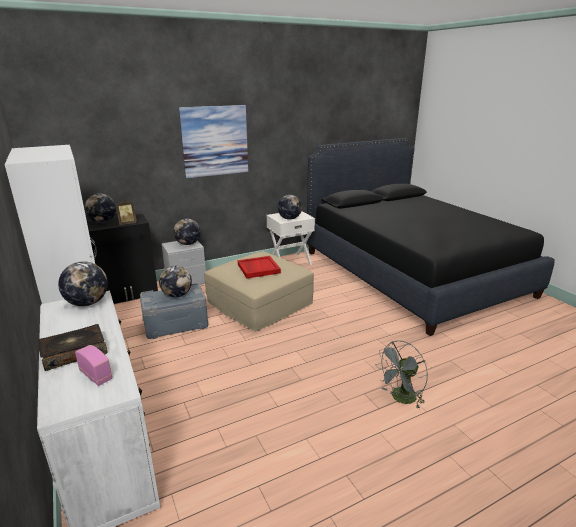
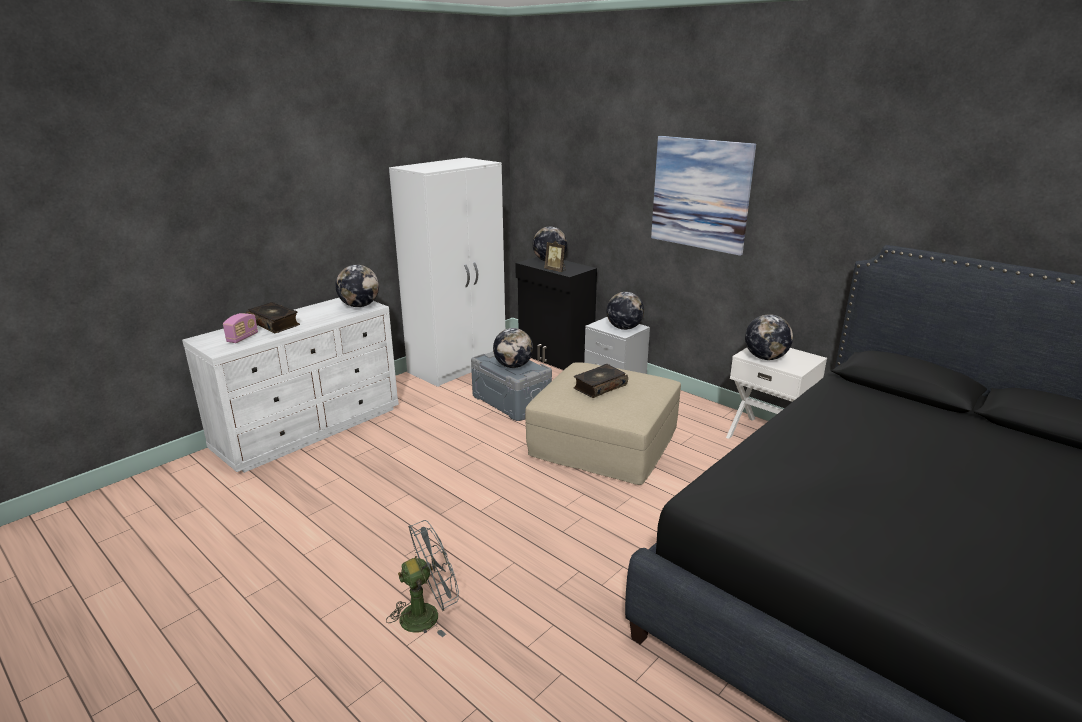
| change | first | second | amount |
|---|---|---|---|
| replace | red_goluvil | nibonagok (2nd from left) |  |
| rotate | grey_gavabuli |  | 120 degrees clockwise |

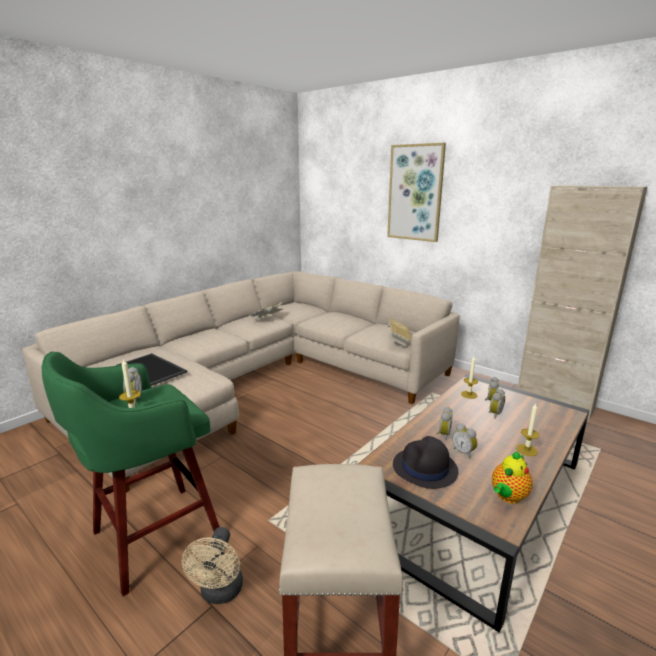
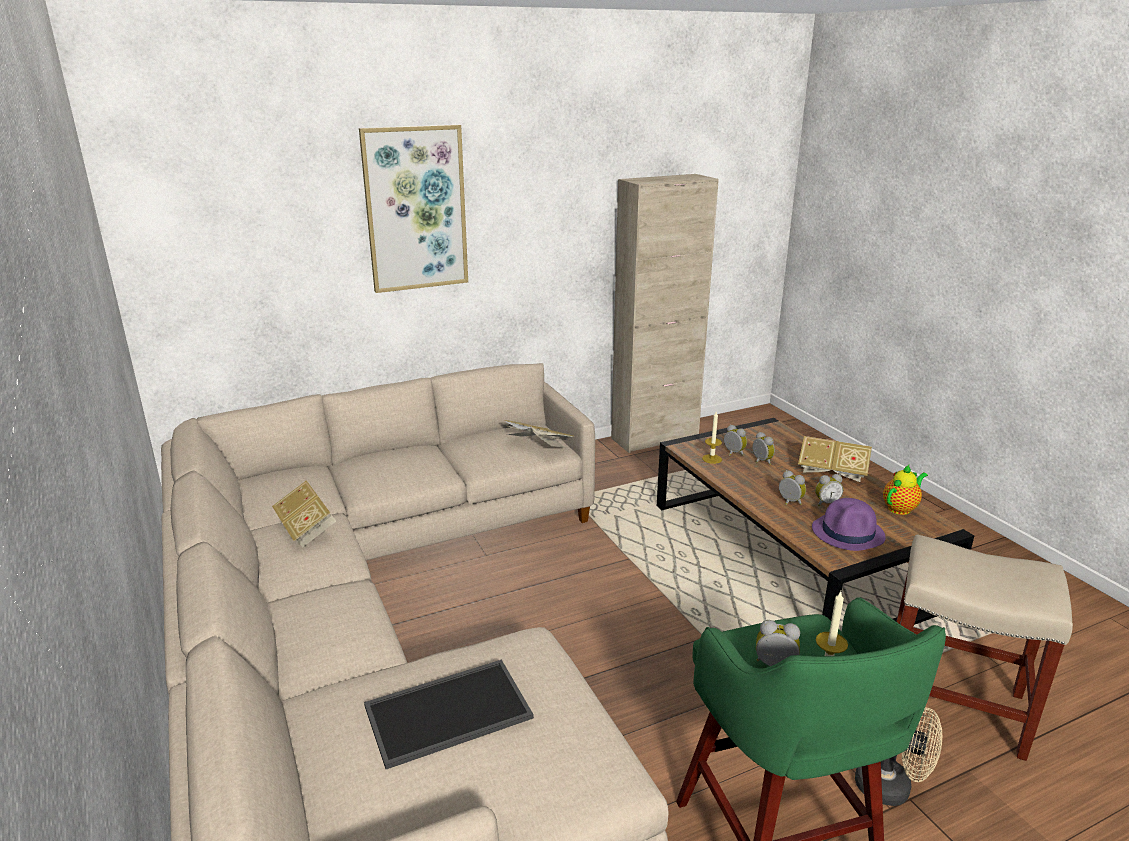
| change | first | second | amount |
|---|---|---|---|
| recolor | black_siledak | purple_siledak |  |
| rotate | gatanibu |  | 105 degrees counterclockwise |
| replace | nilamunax (3rd from left) | nibonagok (3rd from left) |  |

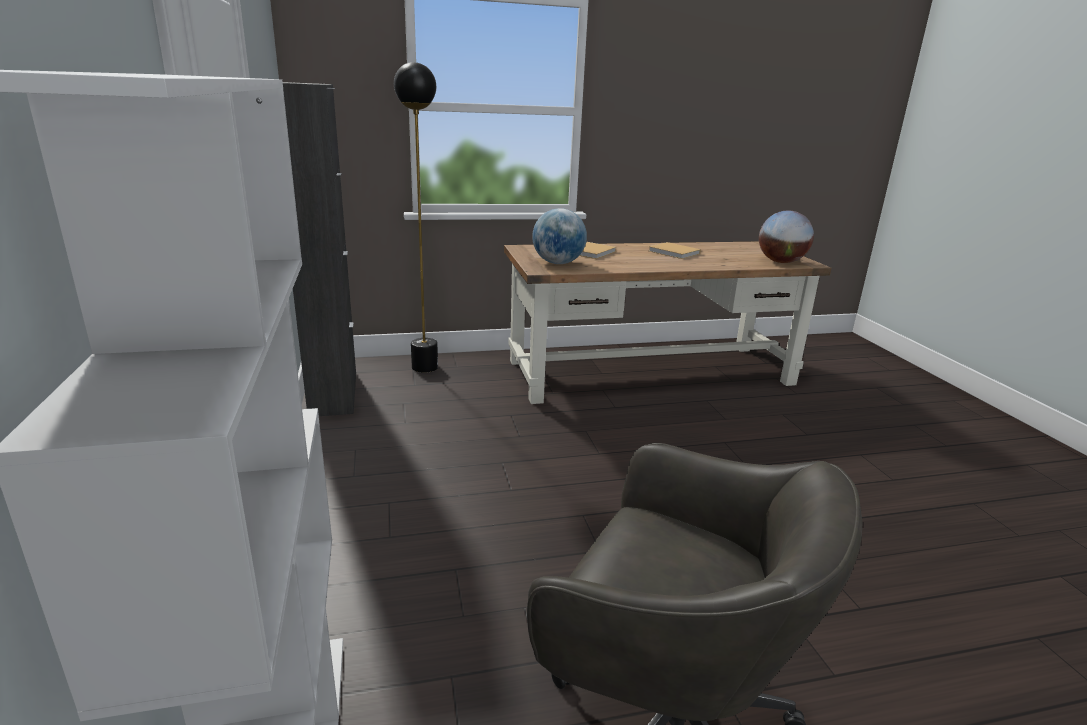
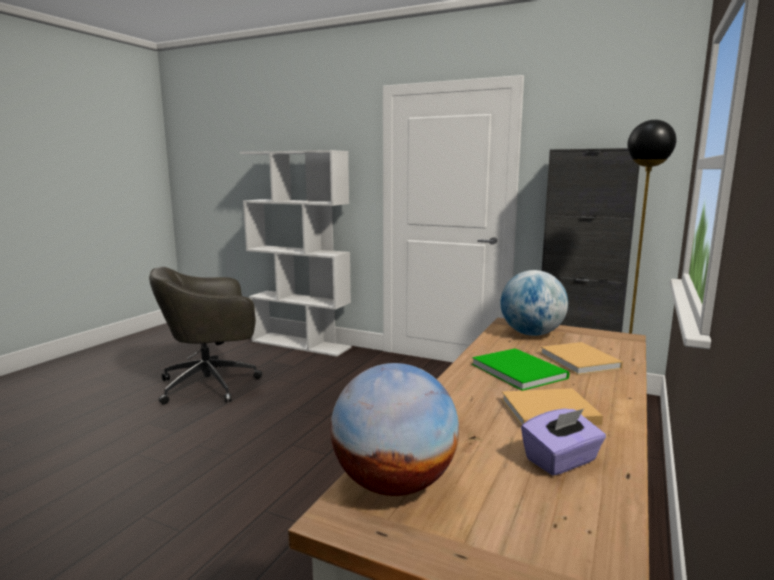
| change | first | second | amount |
|---|---|---|---|
| insert |  | green_nibonagok |  |
| insert |  | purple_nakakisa |  |

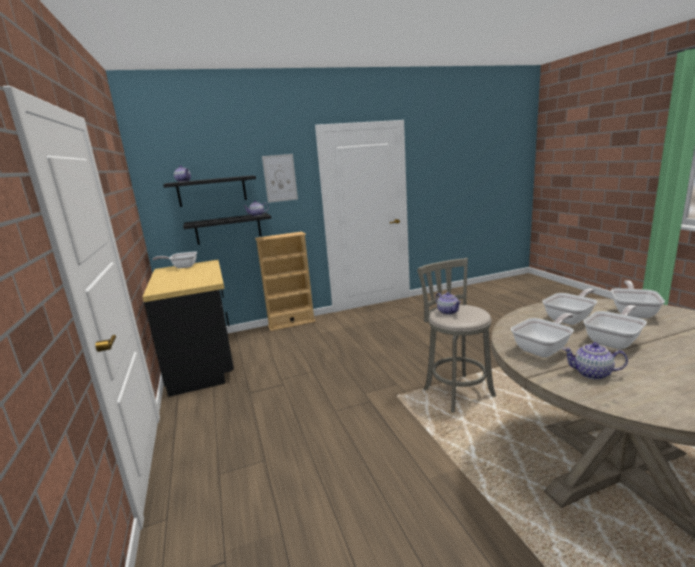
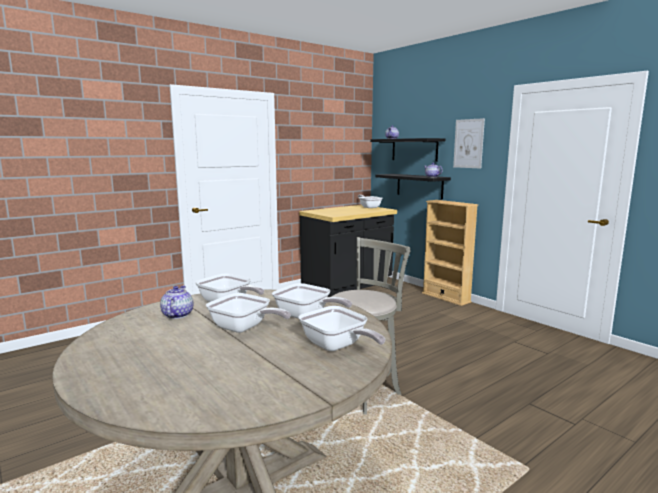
| change | first | second | amount |
|---|---|---|---|
| delete | gatanibu (3rd from left) |  |  |
| rotate | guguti (5th from left in the first image) | guguti (4th from left) | 45 degrees clockwise |

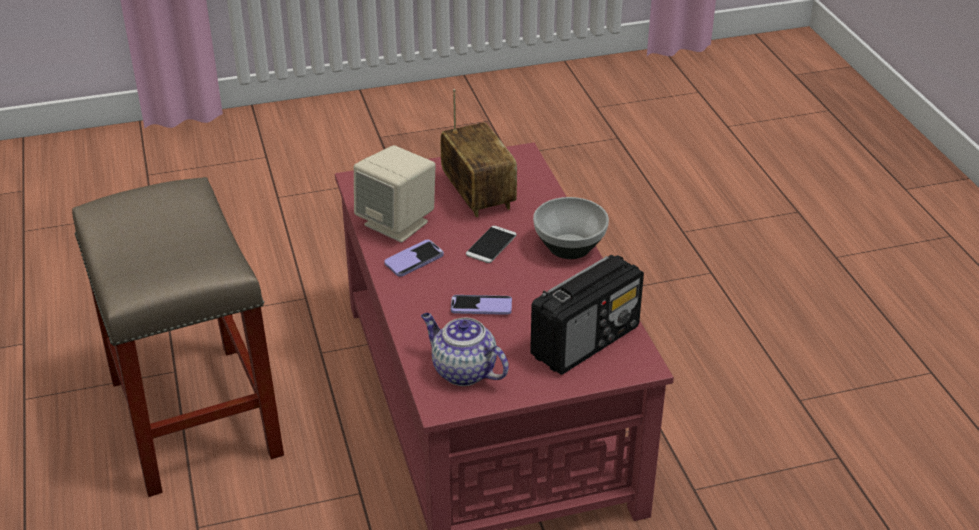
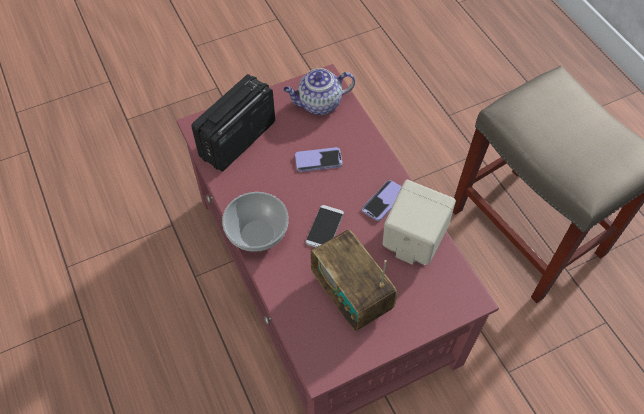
| change | first | second | amount |
|---|---|---|---|
| rotate | gatanibu |  | 135 degrees clockwise |

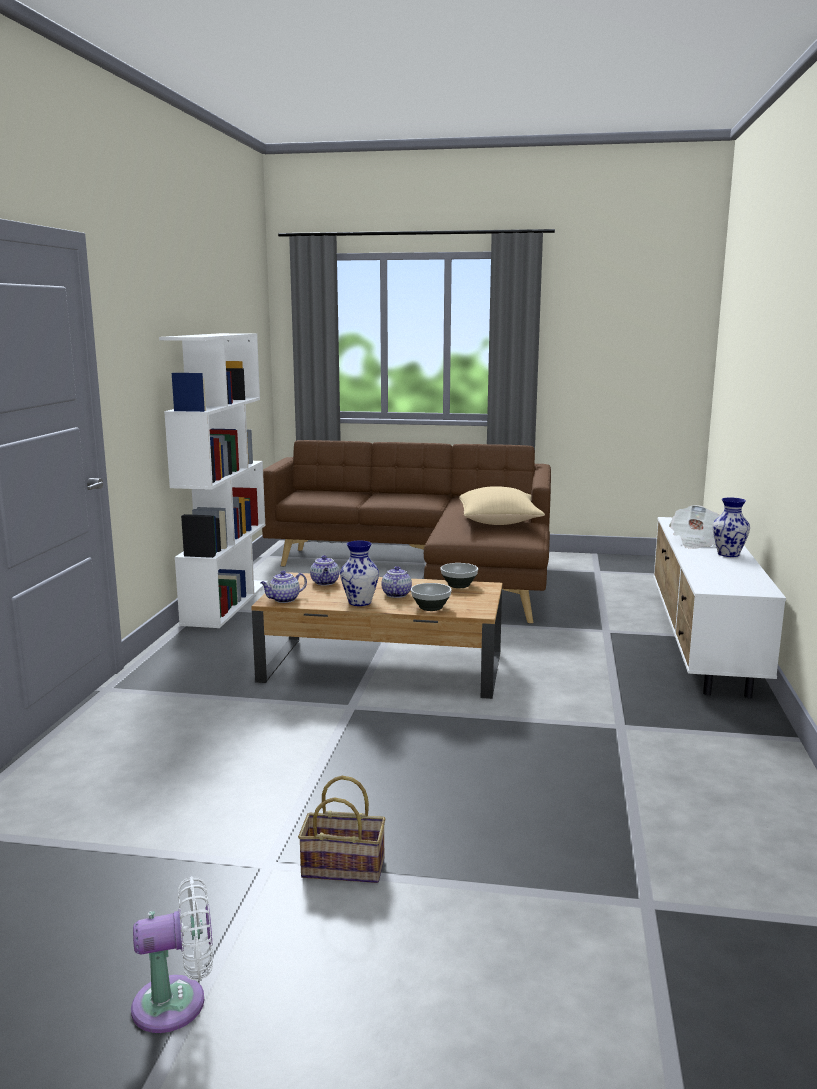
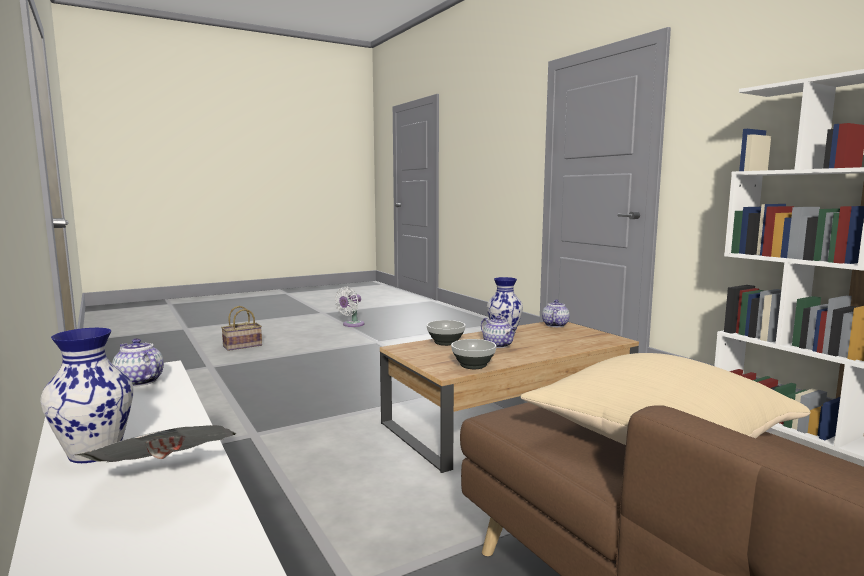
| change | first | second | amount |
|---|---|---|---|
| move | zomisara |  |  |
| move | gatanibu (2nd from left in the first image) | gatanibu (1st from left) |  |

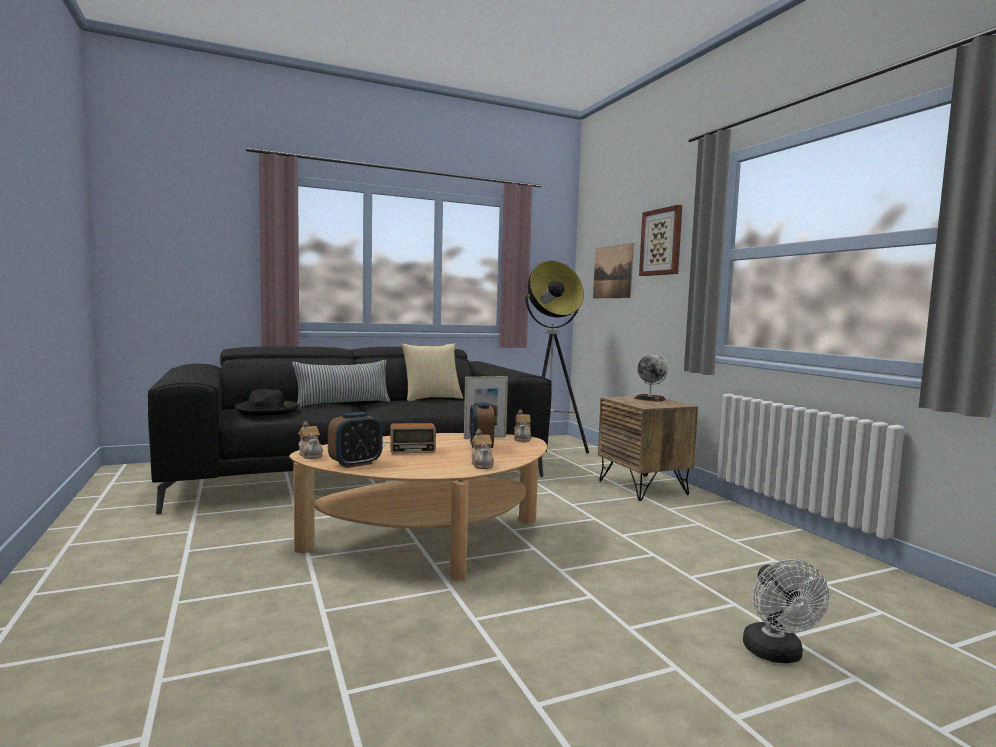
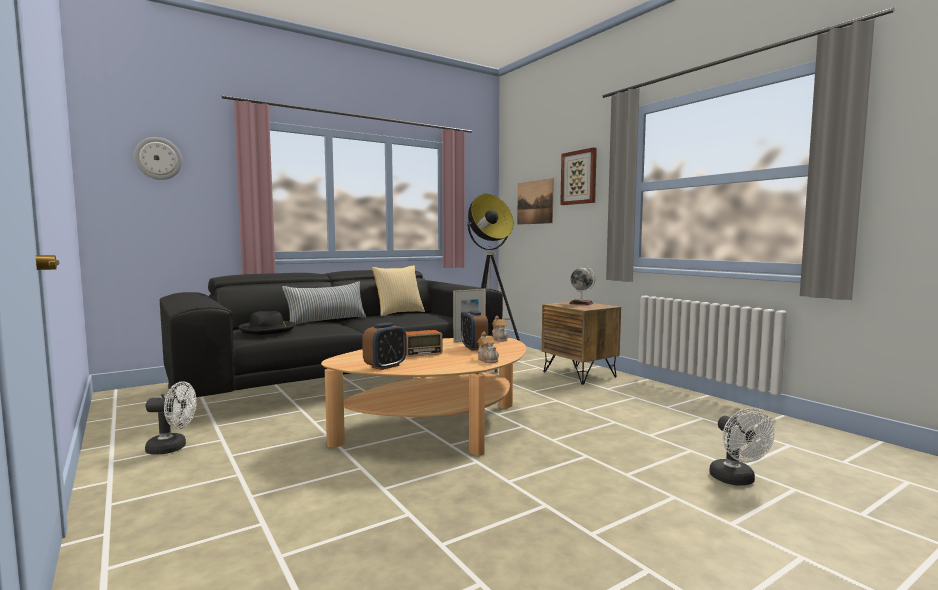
| change | first | second | amount |
|---|---|---|---|
| delete | gatanibu (1st from left) |  |  |
| insert |  | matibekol |  |
| insert |  | white_gavabuli (1st from left) |  |

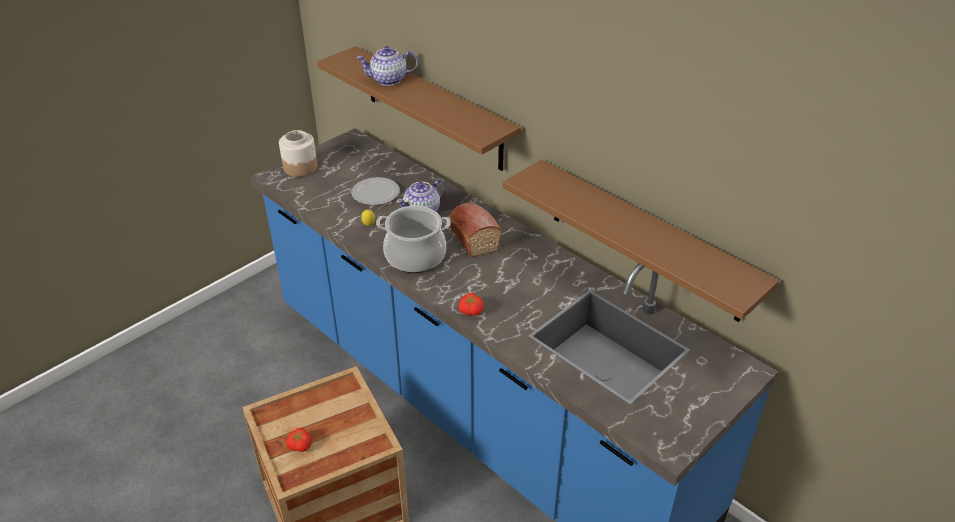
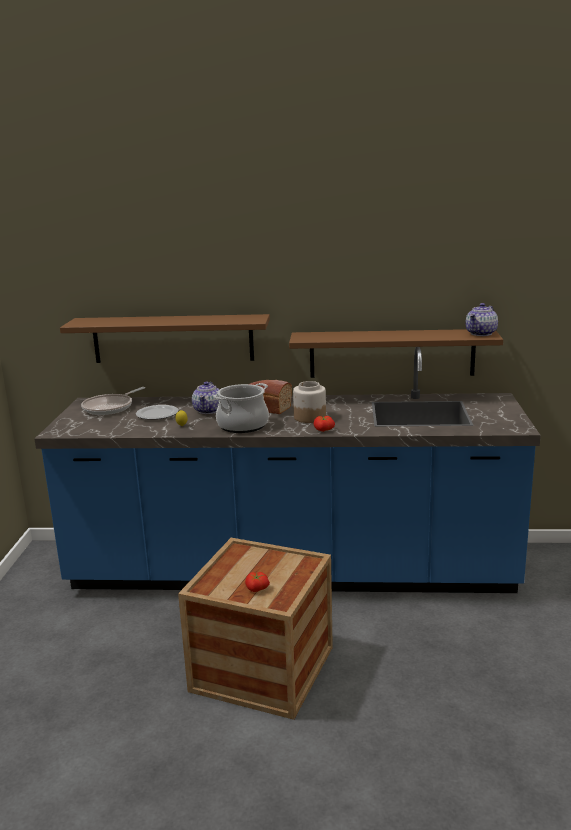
| change | first | second | amount |
|---|---|---|---|
| move | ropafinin |  |  |
| move | gatanibu (1st from left in the first image) | gatanibu (2nd from left) |  |
| insert |  | guguti |  |

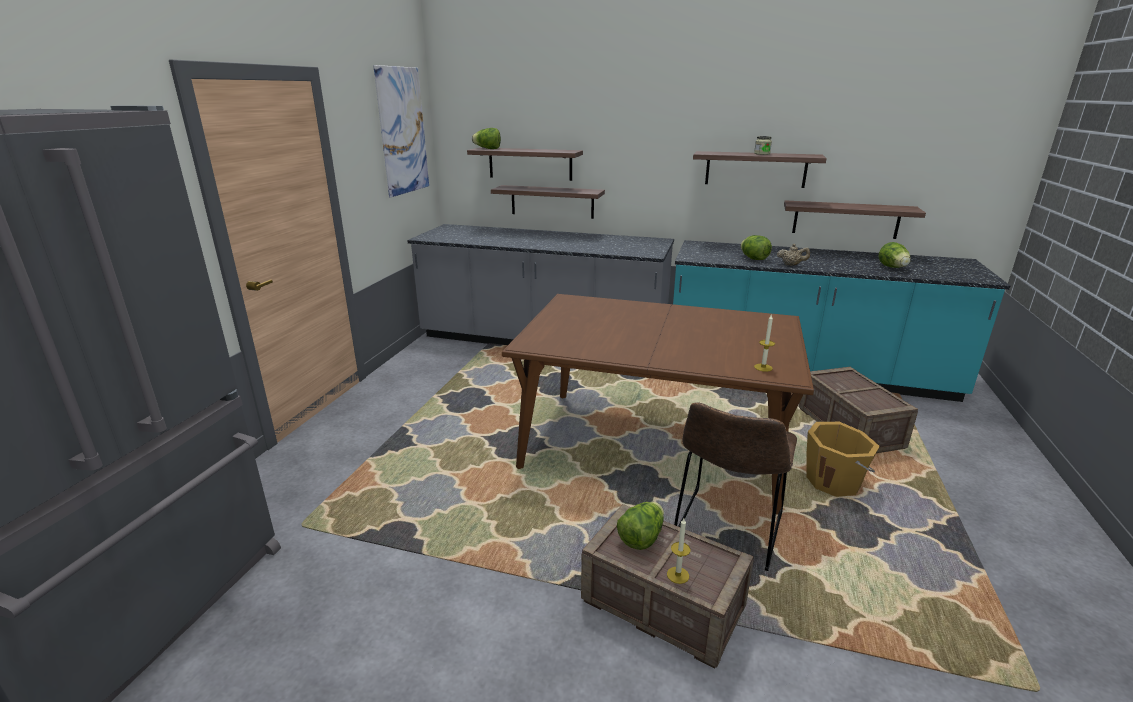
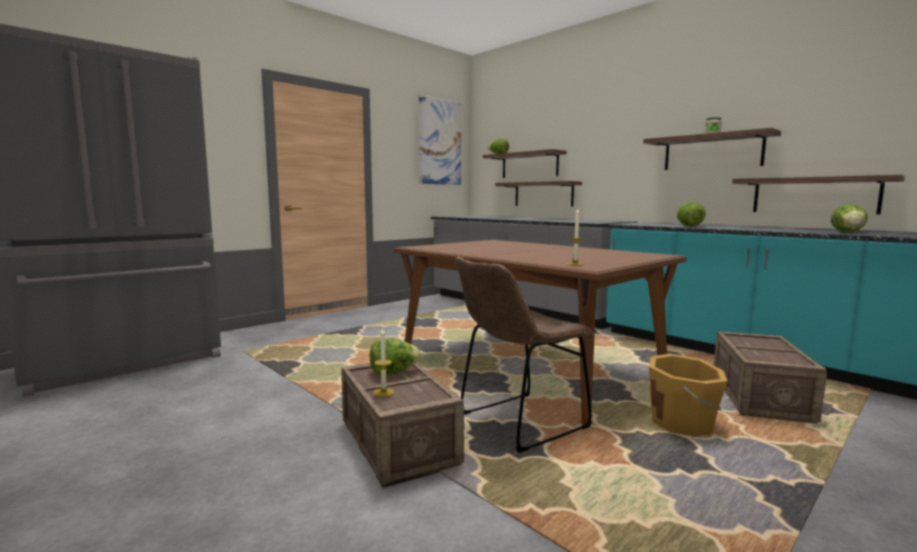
| change | first | second | amount |
|---|---|---|---|
| delete | beige_gatanibu |  |  |

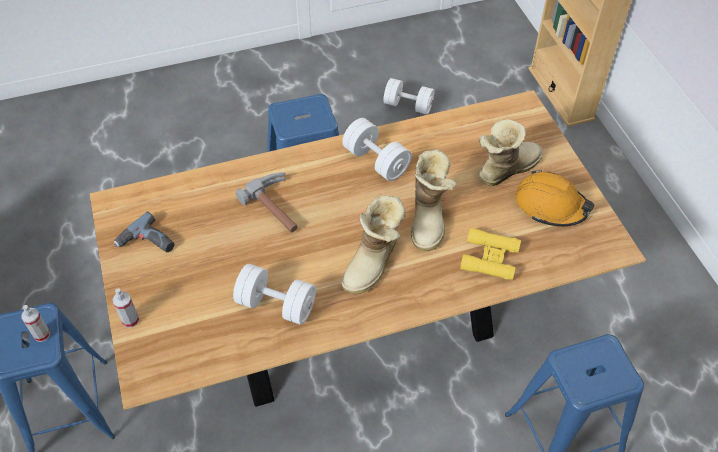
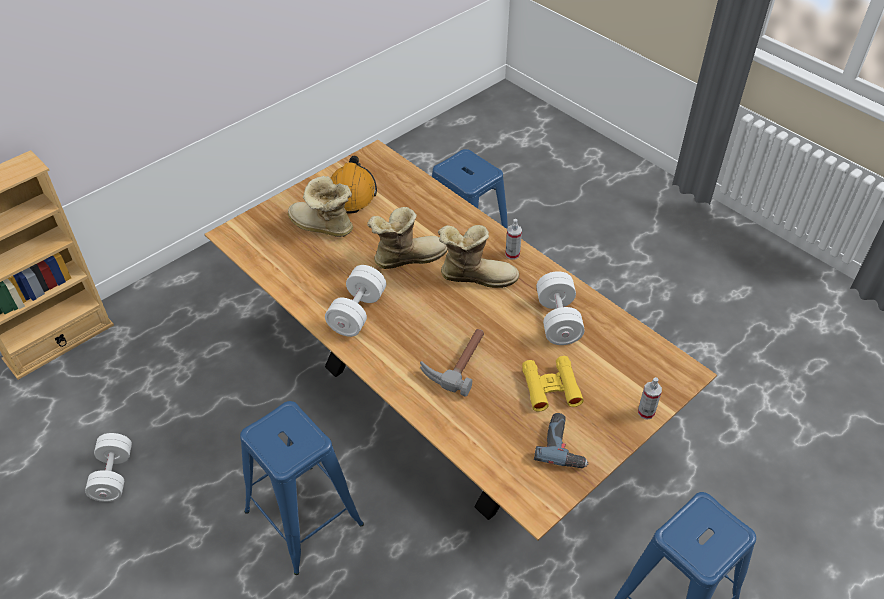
| change | first | second | amount |
|---|---|---|---|
| move | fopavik (1st from left) |  |  |
| move | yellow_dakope |  |  |

